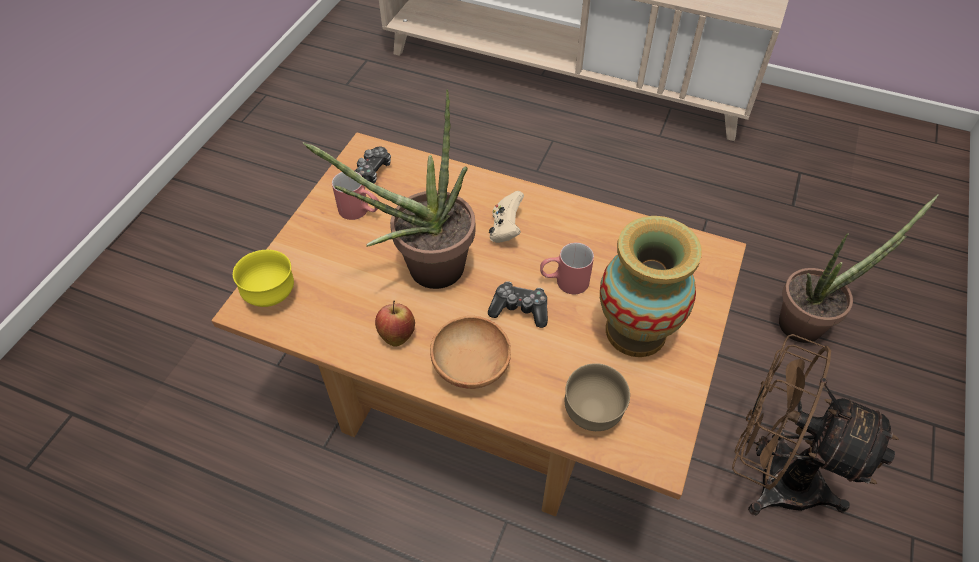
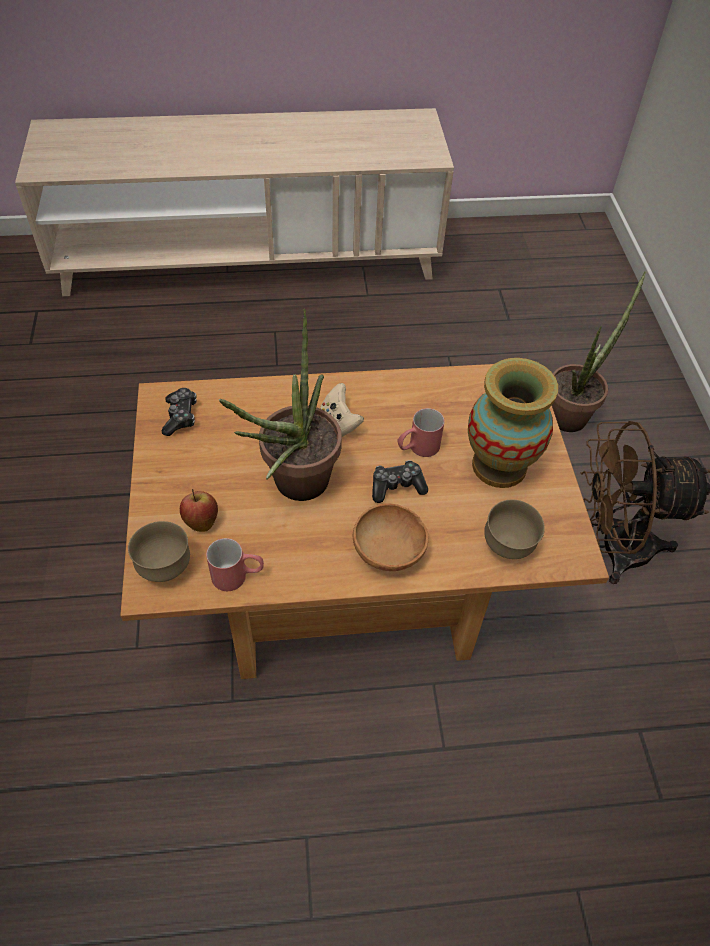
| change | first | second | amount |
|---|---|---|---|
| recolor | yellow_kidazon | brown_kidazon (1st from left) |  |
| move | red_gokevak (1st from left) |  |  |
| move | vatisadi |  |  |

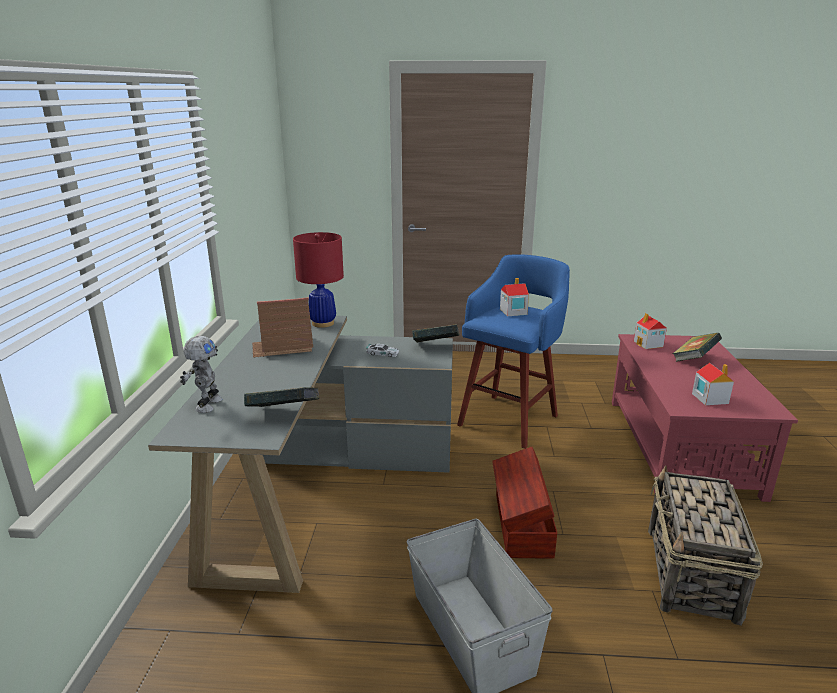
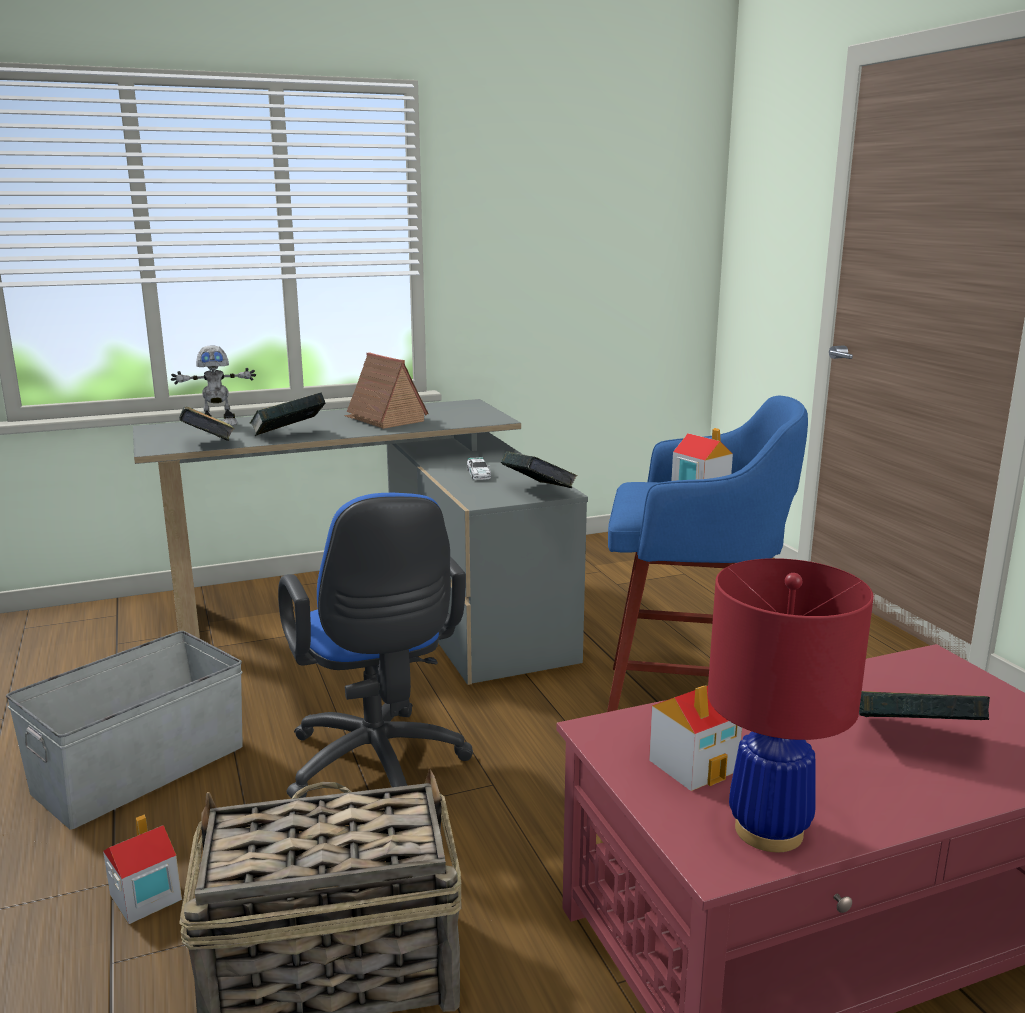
| change | first | second | amount |
|---|---|---|---|
| move | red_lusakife |  |  |
| replace | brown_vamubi | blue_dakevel |  |
| move | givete (3rd from left in the first image) | givete (1st from left) |  |
| insert |  | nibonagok (2nd from left) |  |

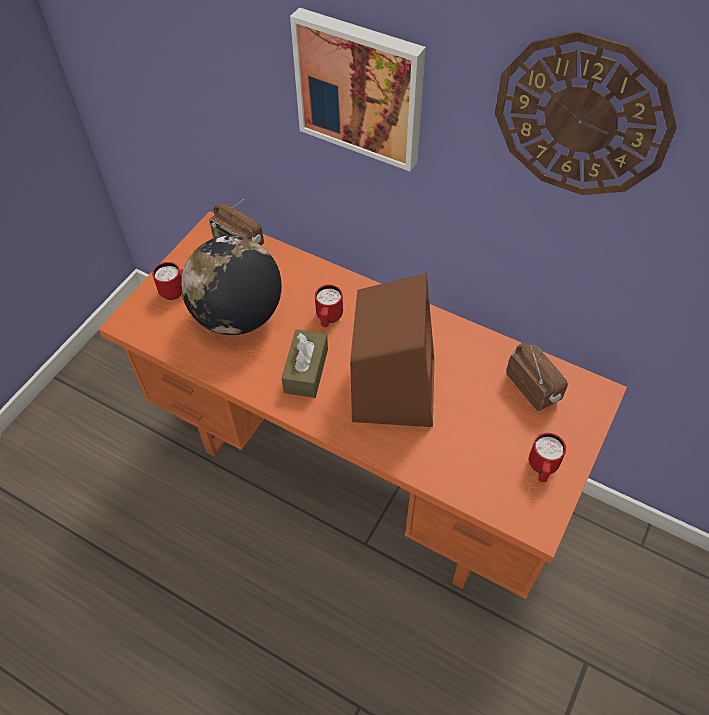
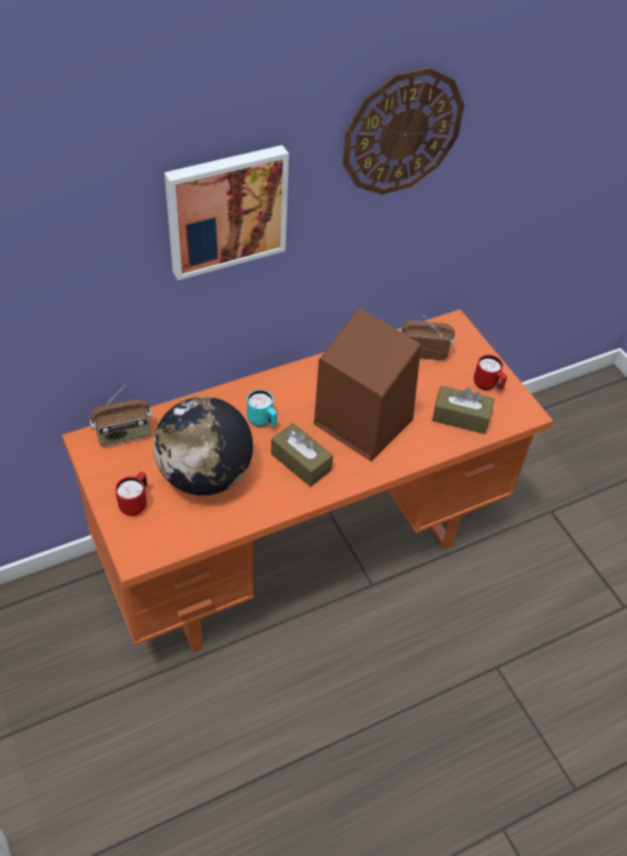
| change | first | second | amount |
|---|---|---|---|
| recolor | red_gokevak (2nd from left) | turquoise_gokevak |  |
| insert |  | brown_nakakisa (2nd from left) |  |

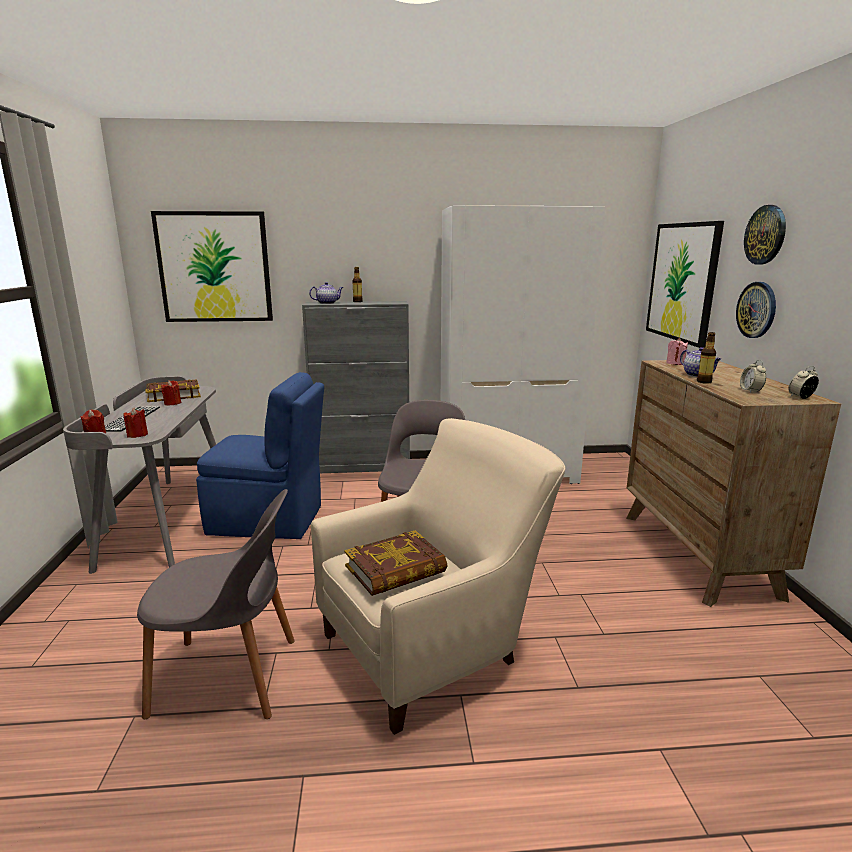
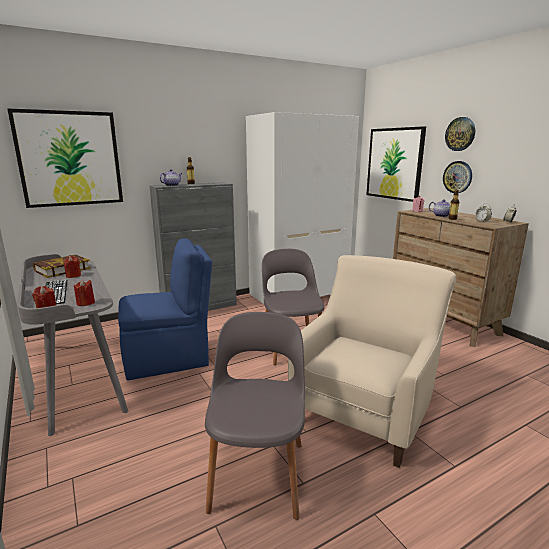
| change | first | second | amount |
|---|---|---|---|
| rotate | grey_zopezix (1st from left) |  | 60 degrees counterclockwise |
| delete | nibonagok (2nd from left) |  |  |

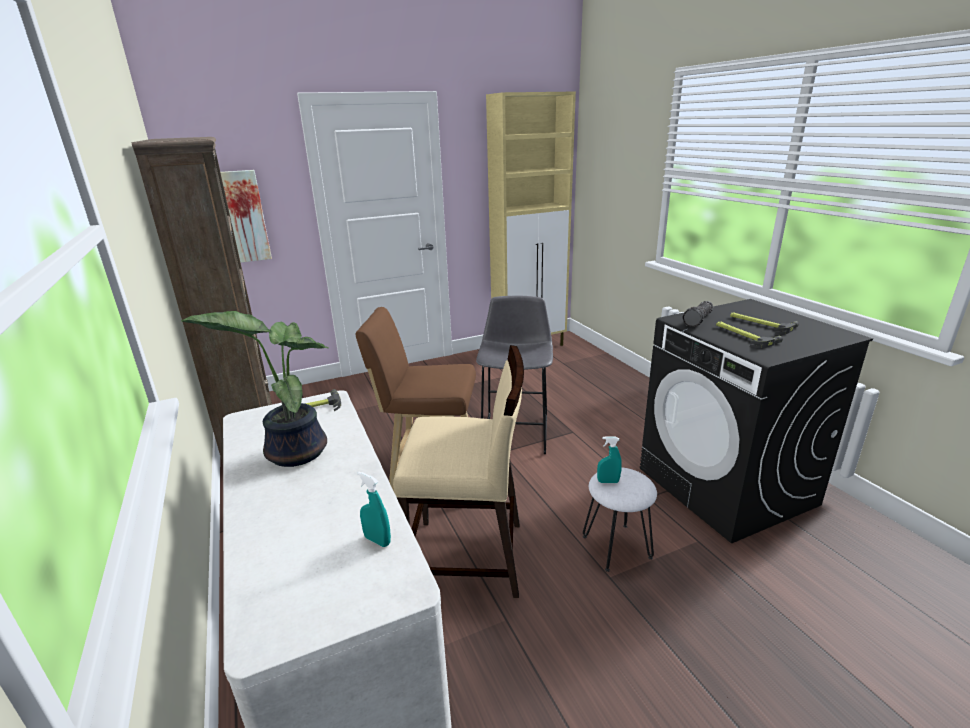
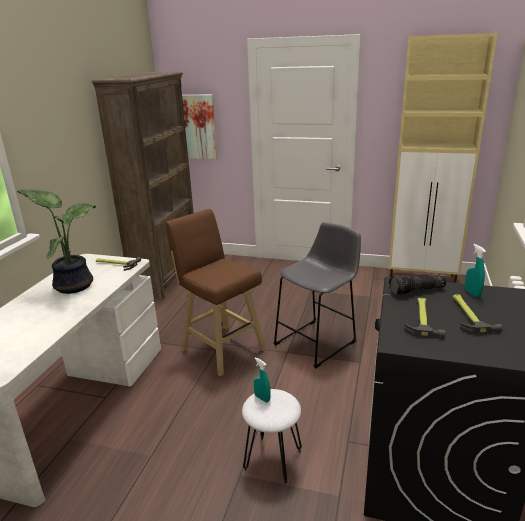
| change | first | second | amount |
|---|---|---|---|
| move | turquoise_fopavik (1st from left in the first image) | turquoise_fopavik (2nd from left) |  |
| delete | beige_zopezix |  |  |

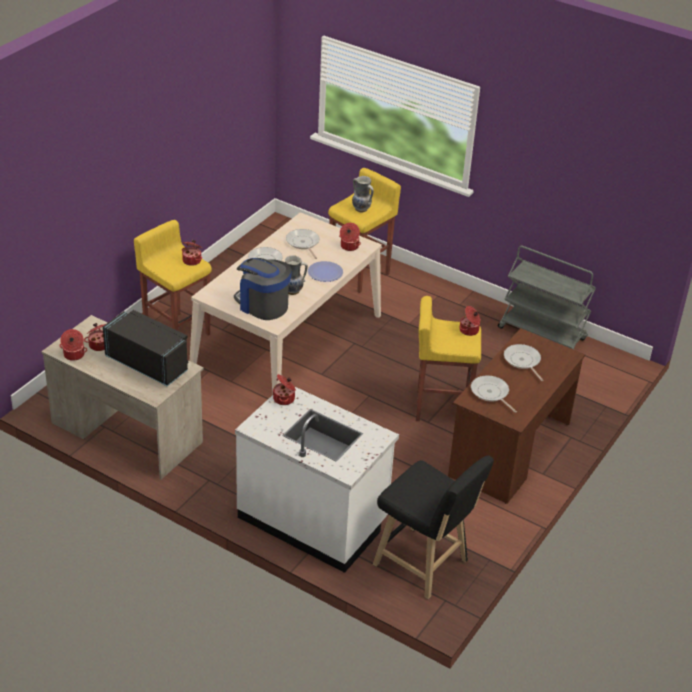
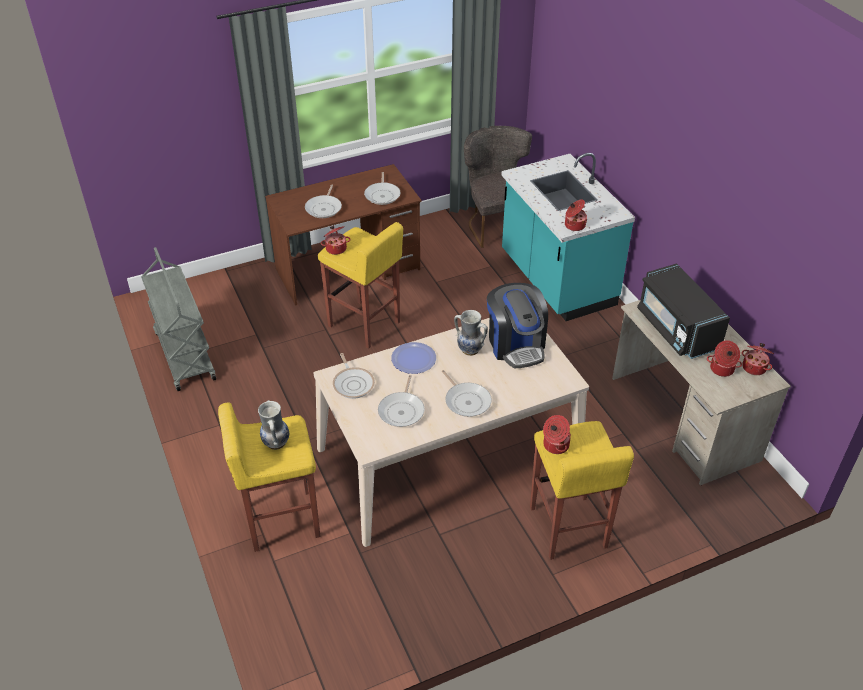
| change | first | second | amount |
|---|---|---|---|
| recolor | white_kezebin | turquoise_kezebin |  |
| replace | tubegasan (5th from left) | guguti (2nd from left) |  |
| replace | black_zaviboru | grey_zopezix |  |

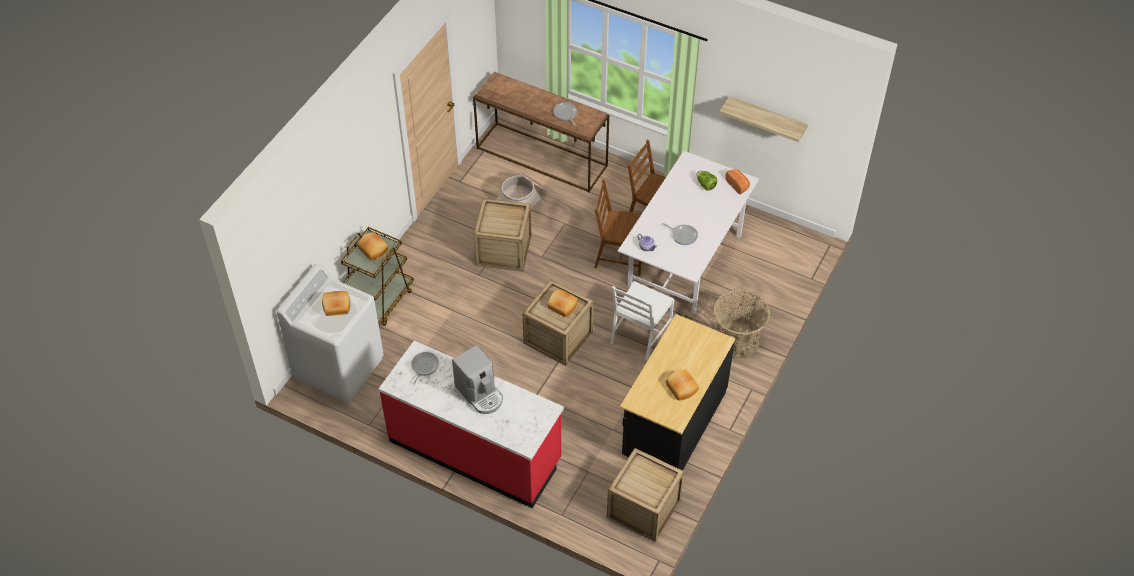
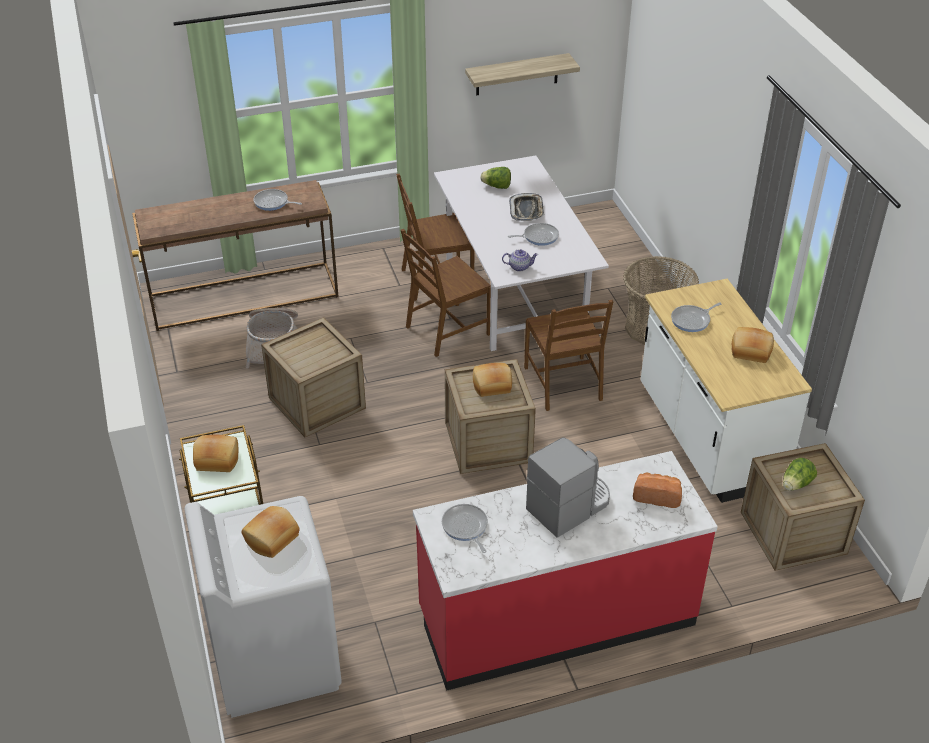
| change | first | second | amount |
|---|---|---|---|
| rotate | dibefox |  | 45 degrees counterclockwise |
| recolor | white_zopezix | brown_zopezix (3rd from left) |  |
| recolor | black_kezebin | white_kezebin |  |
| move | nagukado (5th from left in the first image) | nagukado (4th from left) |  |
| insert |  | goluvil |  |
| insert |  | guguti (4th from left) |  |
| insert |  | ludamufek (2nd from left) |  |

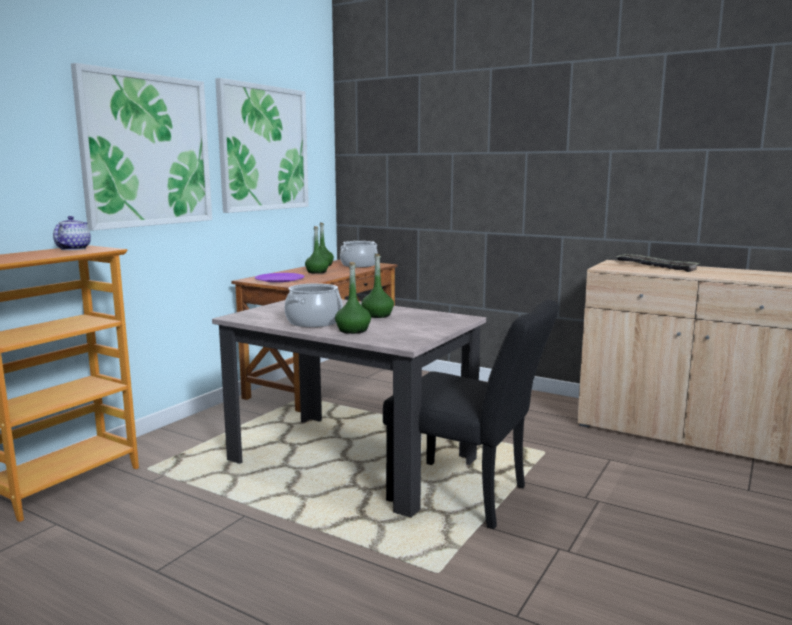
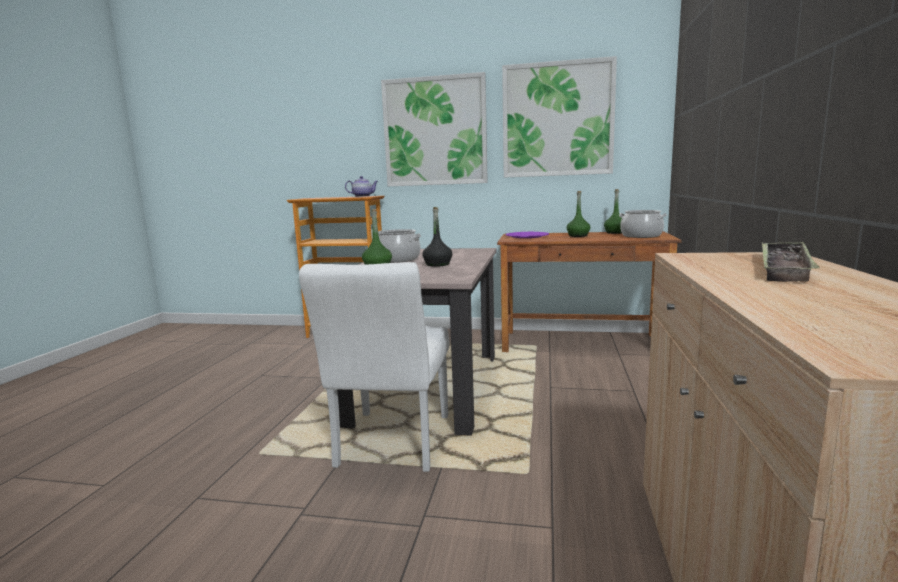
| change | first | second | amount |
|---|---|---|---|
| recolor | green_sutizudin (4th from left) | black_sutizudin |  |
| recolor | black_zopezix | white_zopezix |  |

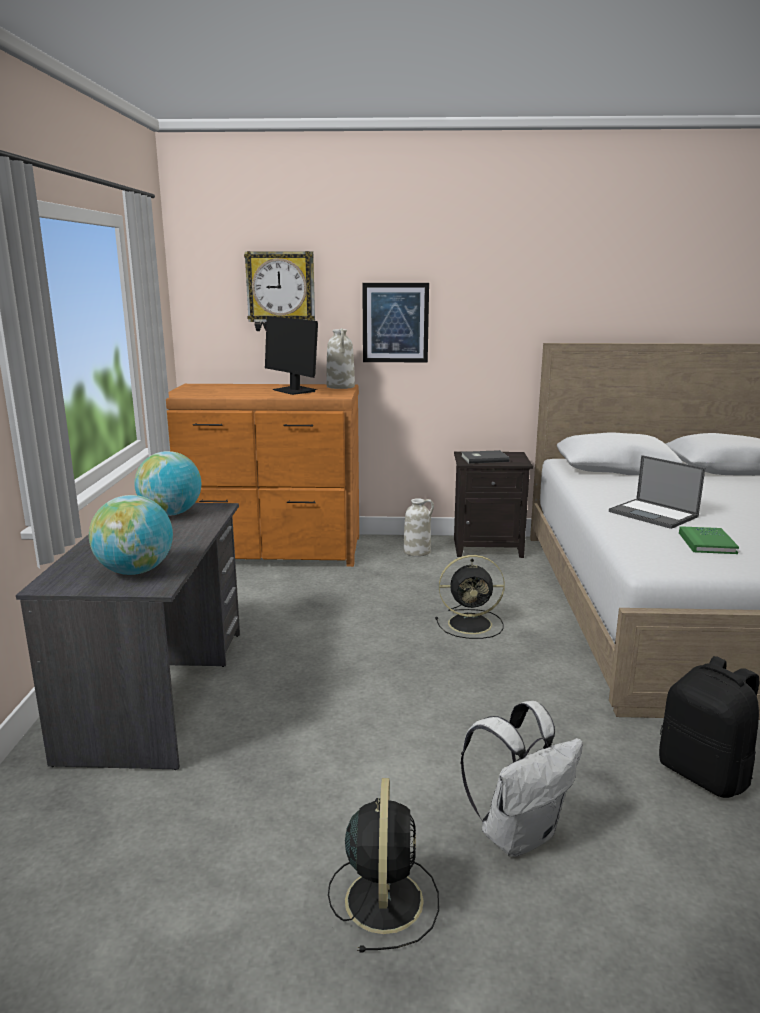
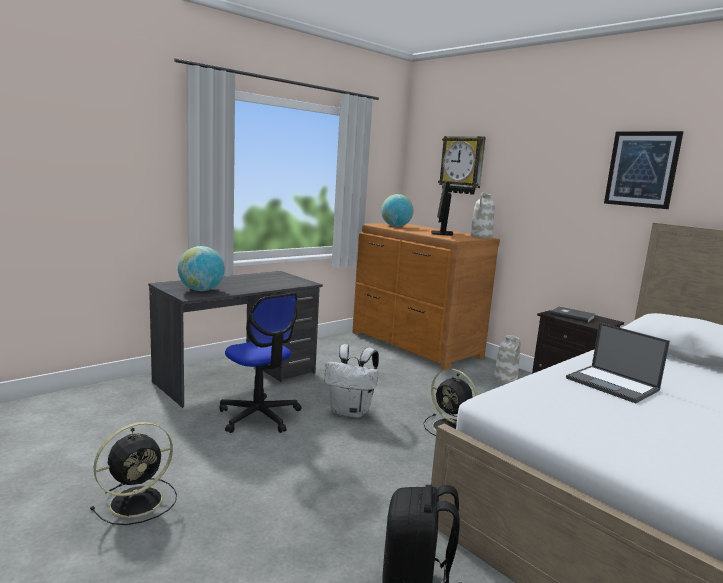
| change | first | second | amount |
|---|---|---|---|
| move | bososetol (2nd from left) |  |  |
| move | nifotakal |  |  |
| move | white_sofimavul |  |  |
| rotate | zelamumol |  | 45 degrees counterclockwise |
| delete | green_nibonagok |  |  |
| insert |  | dakevel |  |

